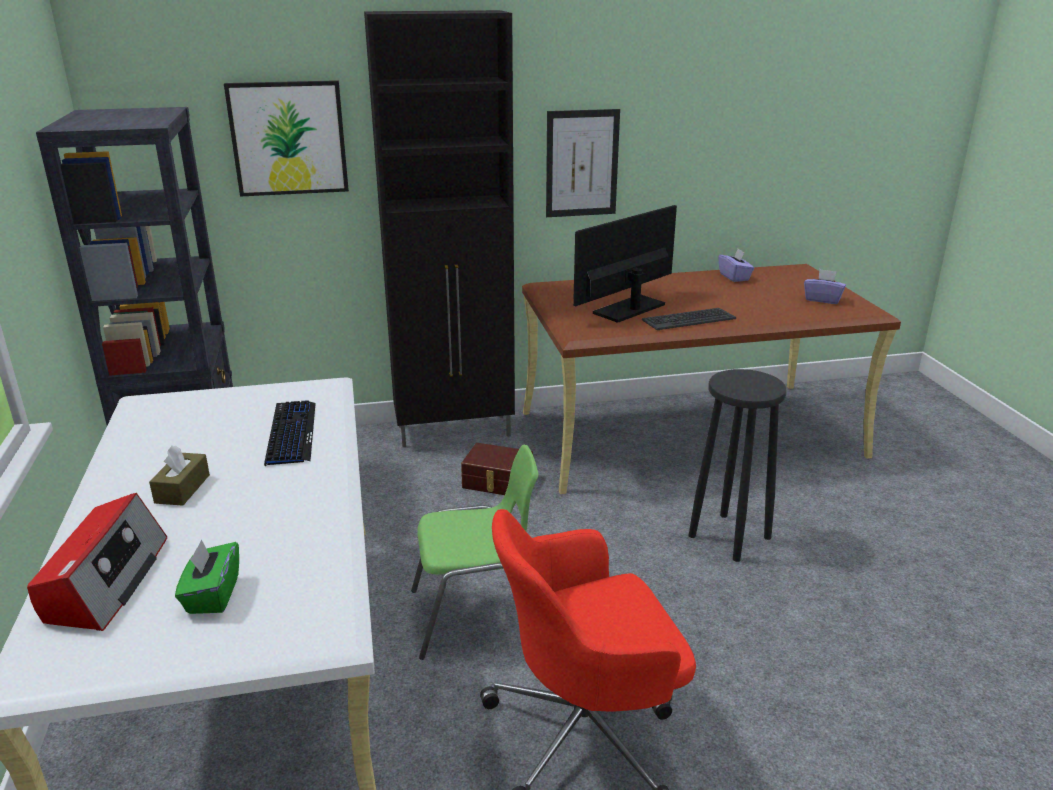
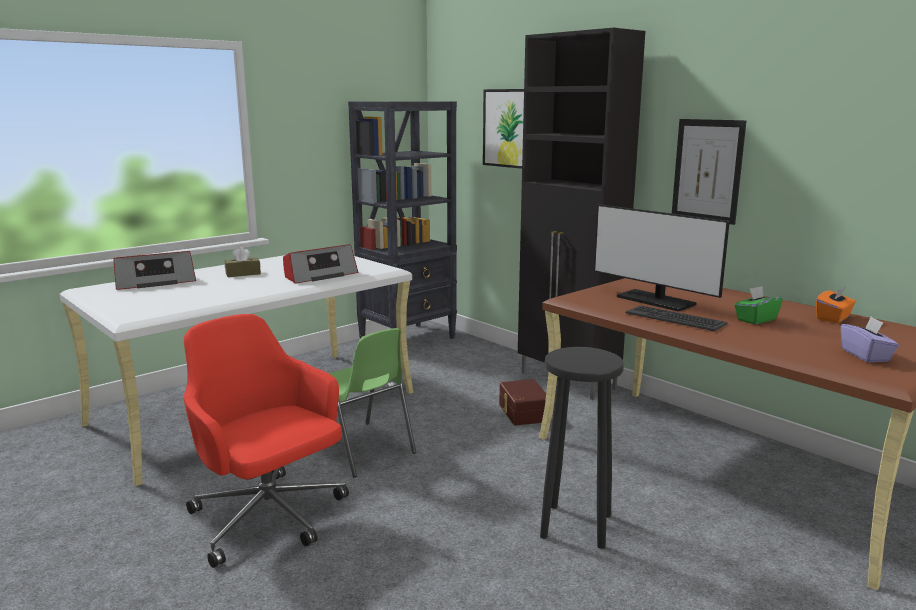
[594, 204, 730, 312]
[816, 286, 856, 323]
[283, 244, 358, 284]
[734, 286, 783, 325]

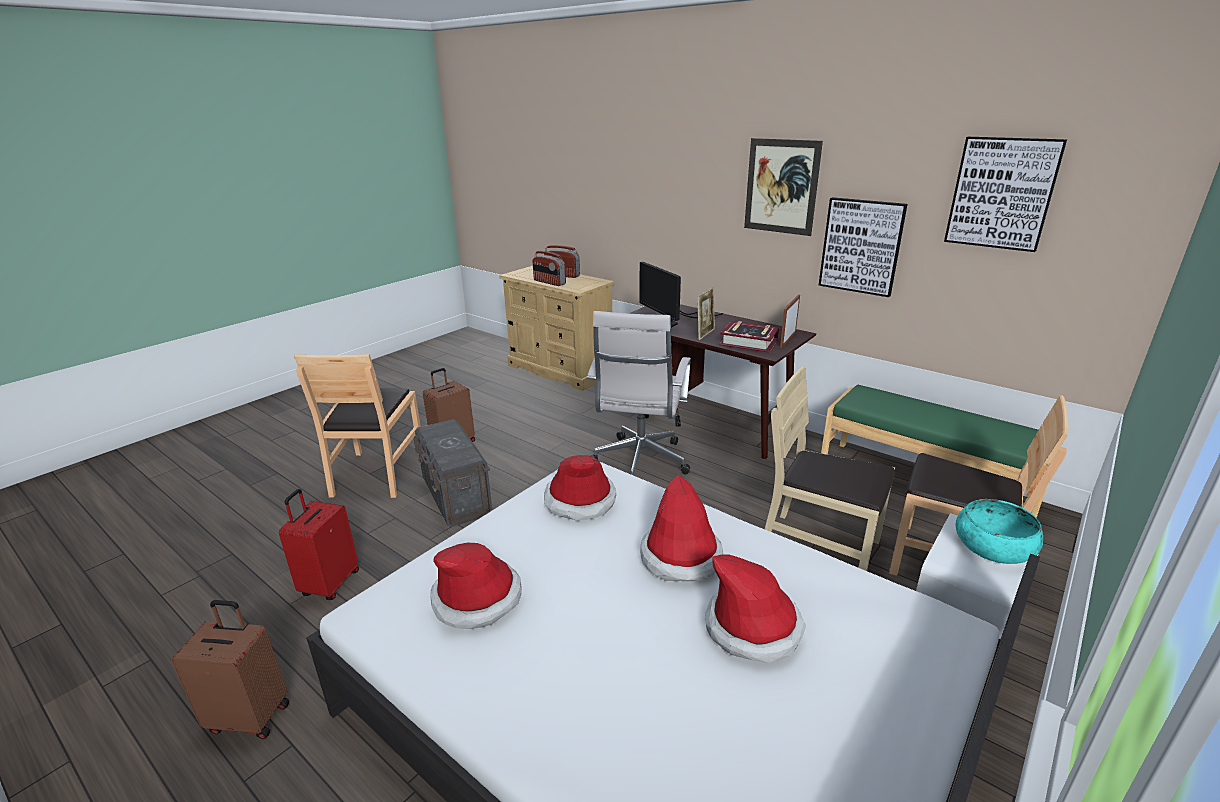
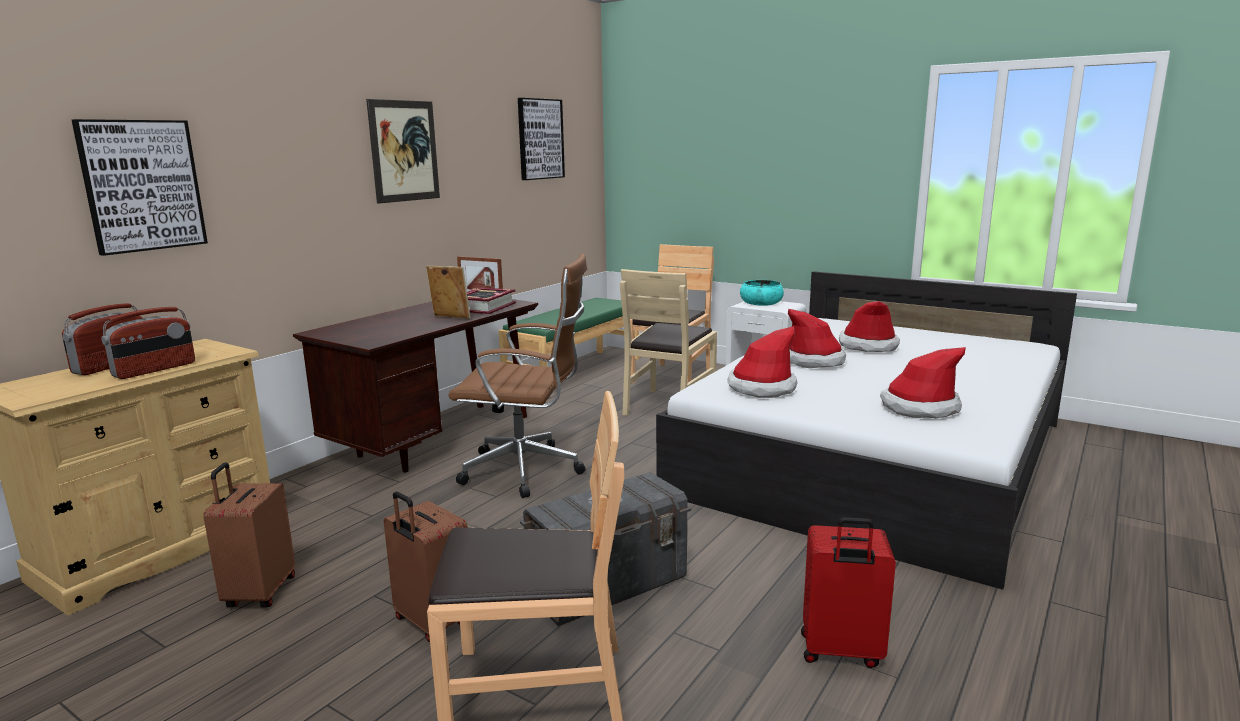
[72, 119, 208, 256]
[639, 262, 723, 327] (first image)
[448, 254, 587, 498]
[203, 463, 295, 607]

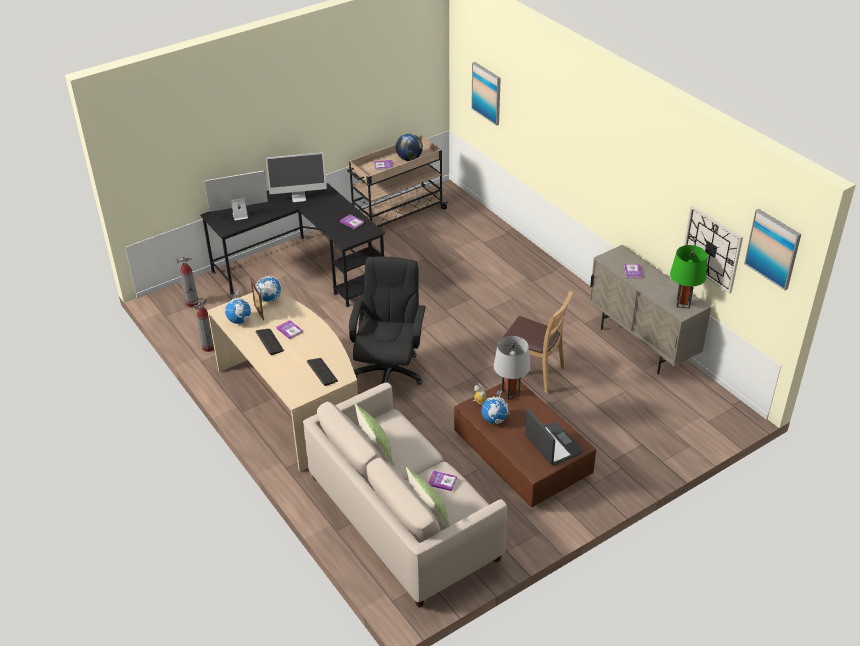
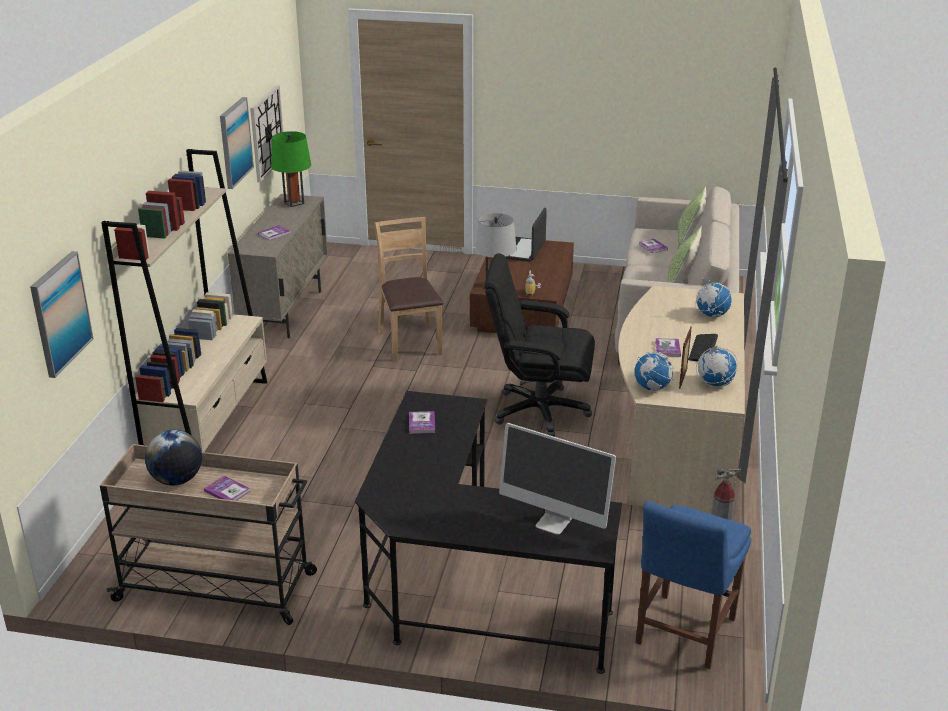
[265, 152, 327, 202] (first image)
[220, 97, 254, 189]
[636, 501, 751, 669]
[485, 253, 595, 437]
[307, 358, 338, 386] (first image)
[695, 277, 732, 318]
[101, 149, 267, 452]

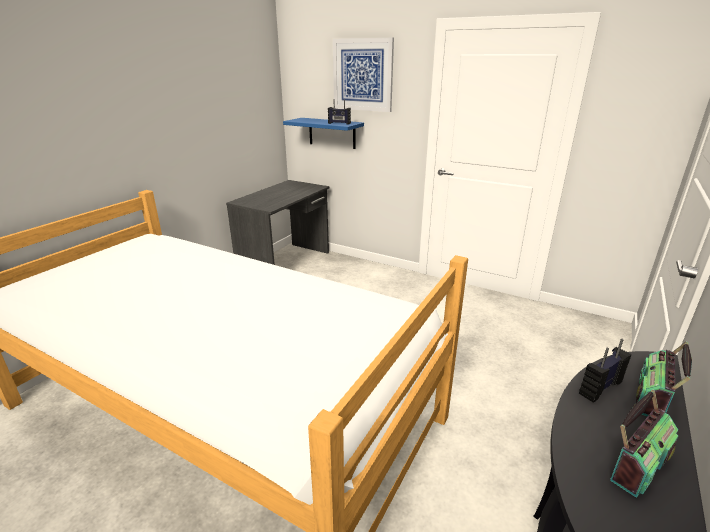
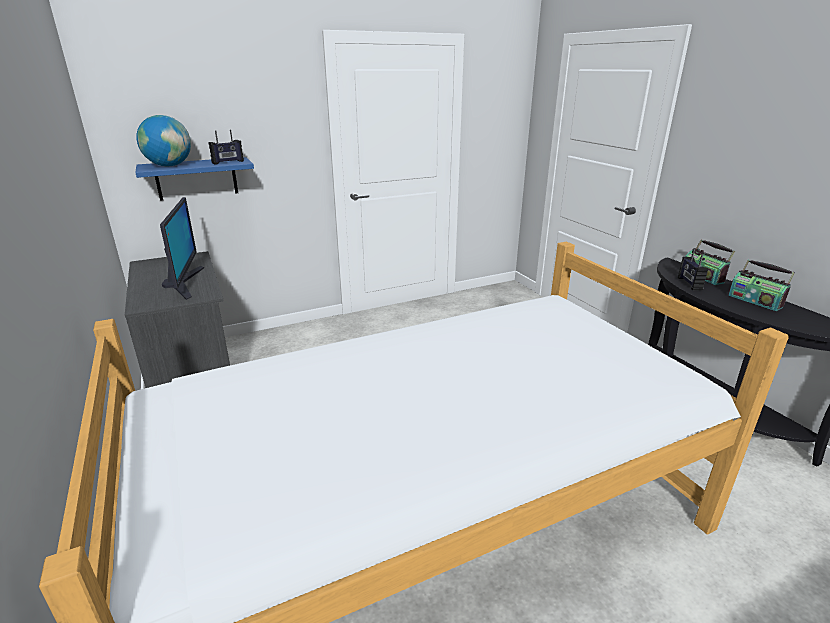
[333, 38, 394, 112] (first image)
[728, 260, 795, 311]
[136, 115, 191, 167]
[160, 197, 204, 300]

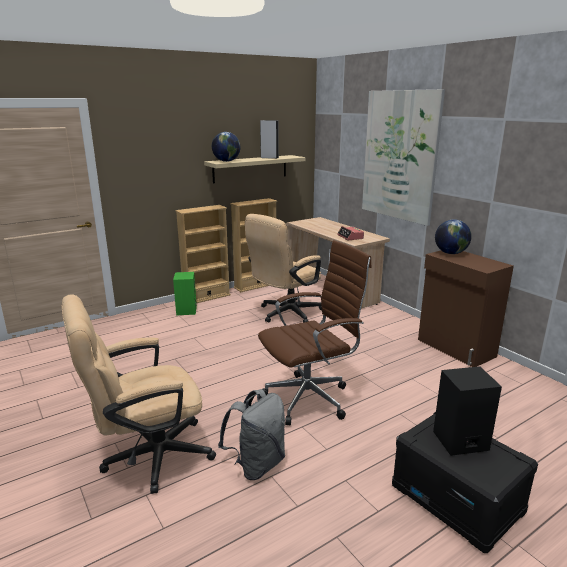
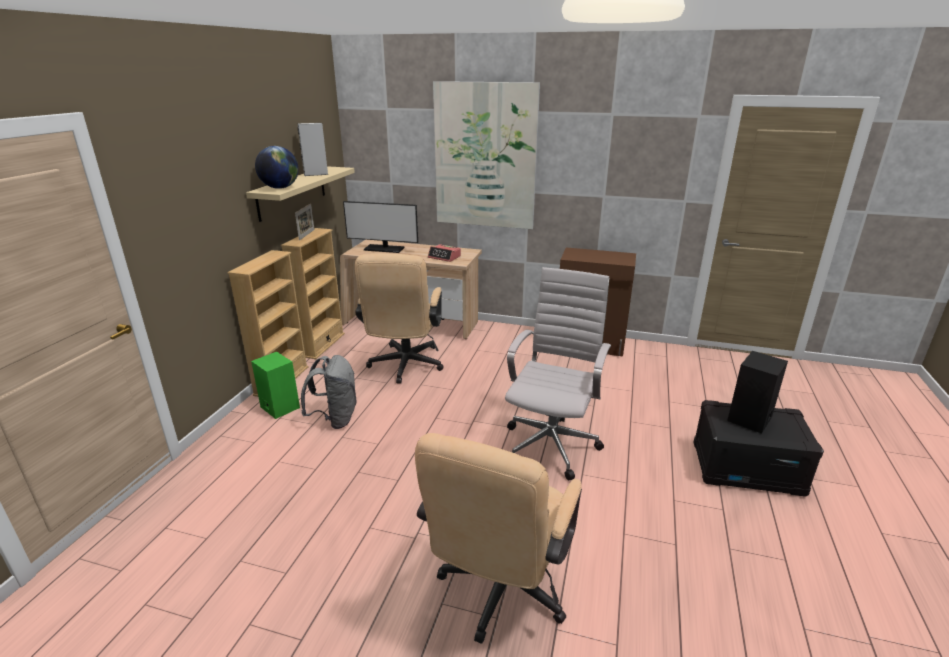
[435, 219, 472, 254] (first image)
[505, 267, 611, 480]
[301, 355, 356, 429]
[343, 201, 418, 253]
[295, 204, 315, 241]

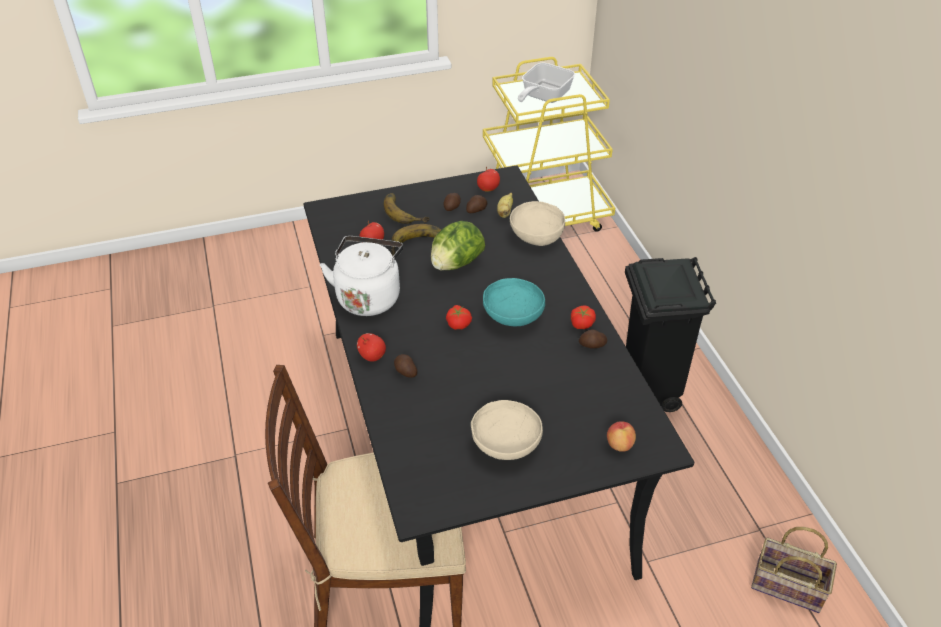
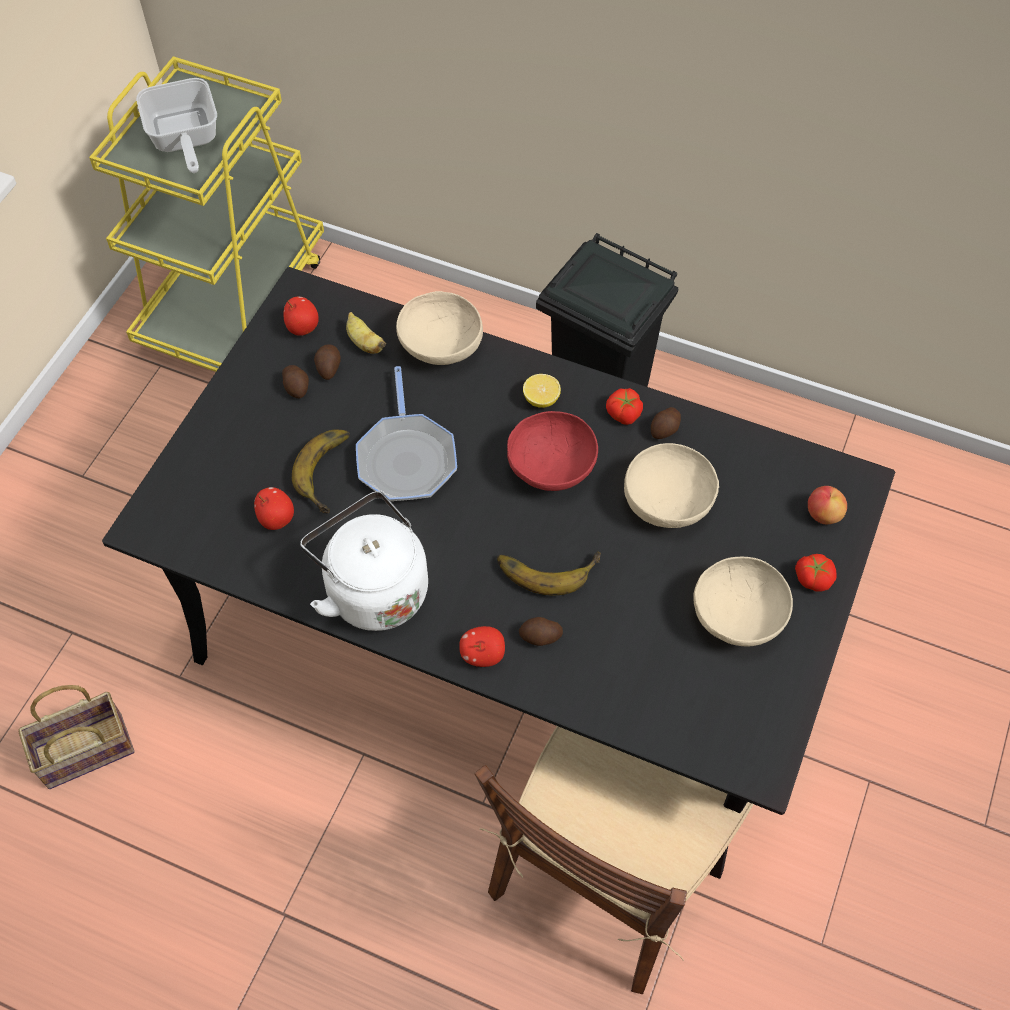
[497, 551, 601, 596]
[356, 366, 457, 501]
[507, 411, 598, 491]
[795, 554, 836, 592]
[18, 685, 134, 789]
[523, 374, 561, 408]
[624, 443, 719, 528]

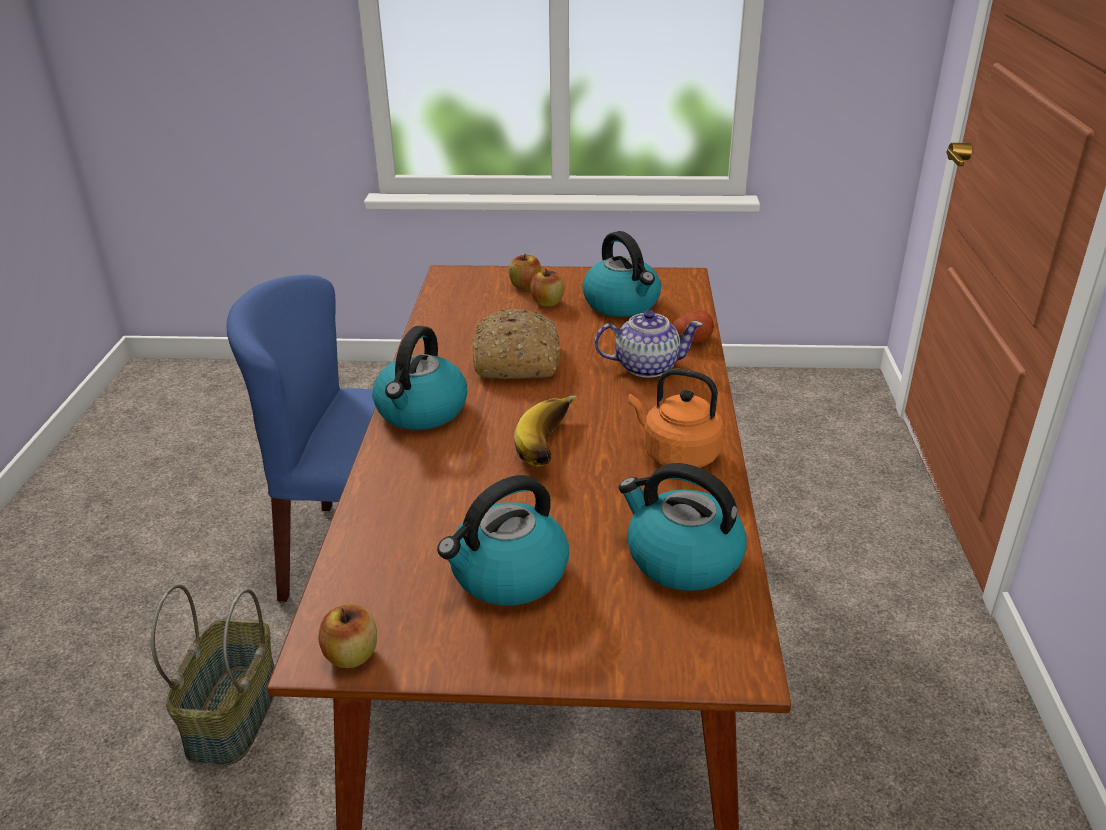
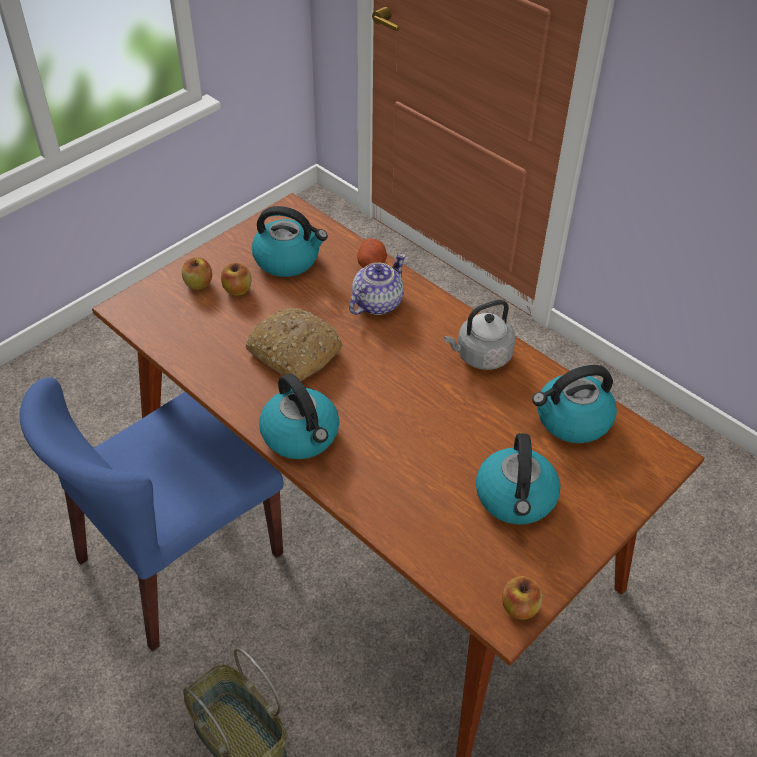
[444, 300, 515, 370]
[514, 396, 577, 467] (first image)

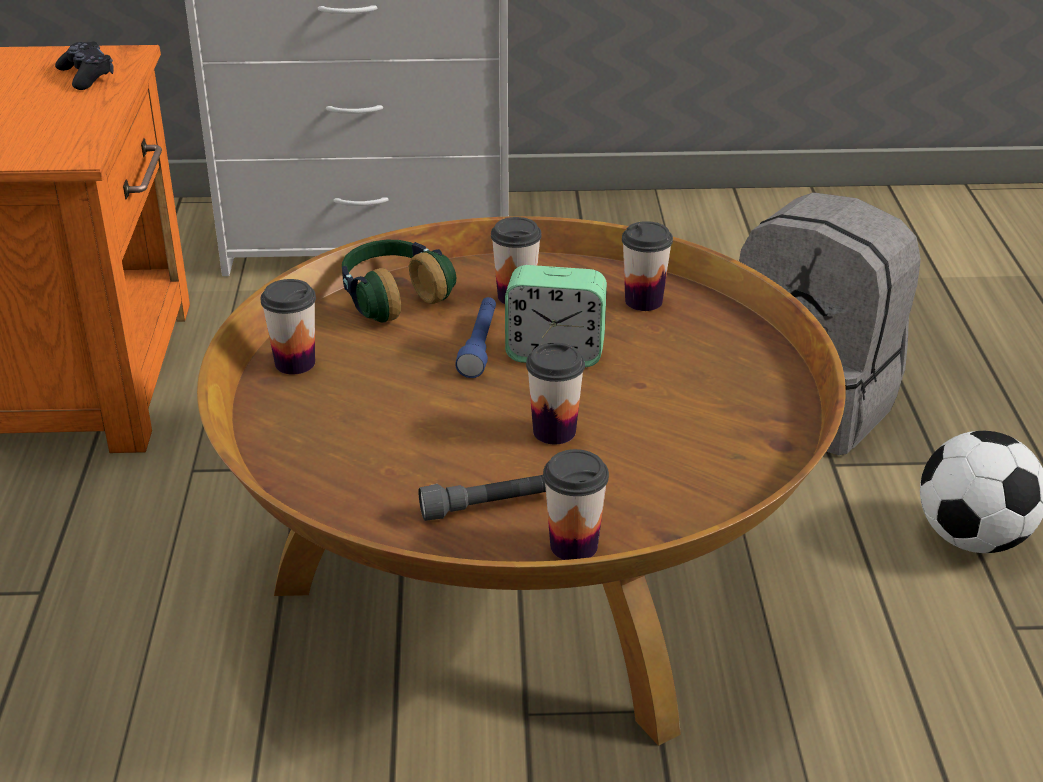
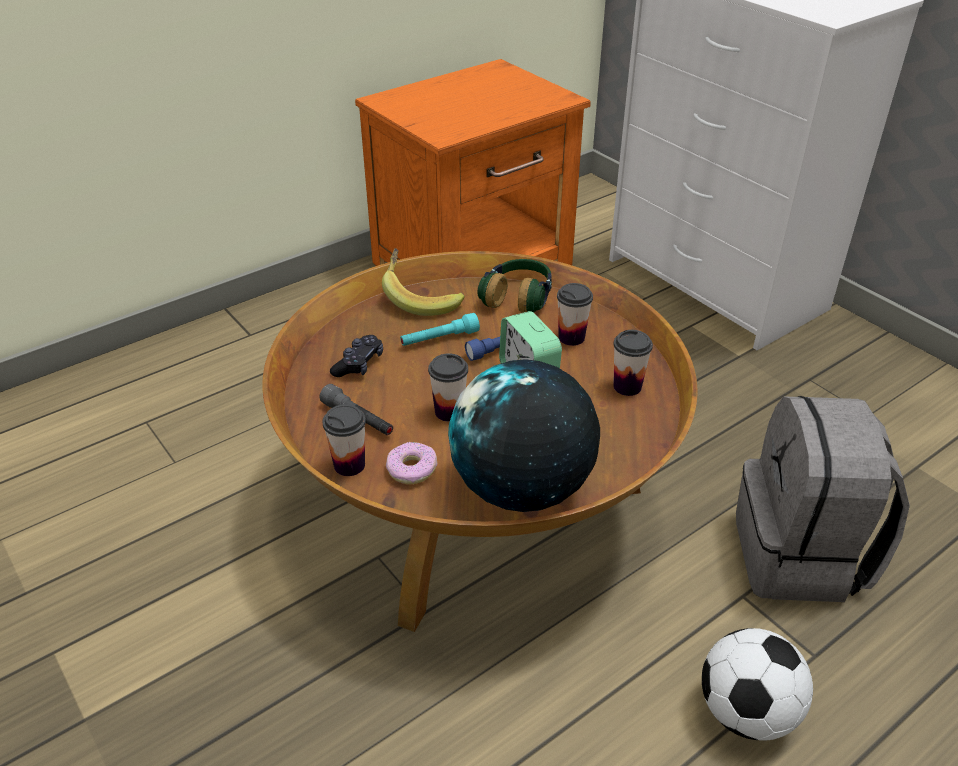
[330, 335, 383, 377]
[382, 248, 465, 316]
[400, 313, 480, 346]
[448, 359, 600, 512]
[386, 442, 437, 484]

